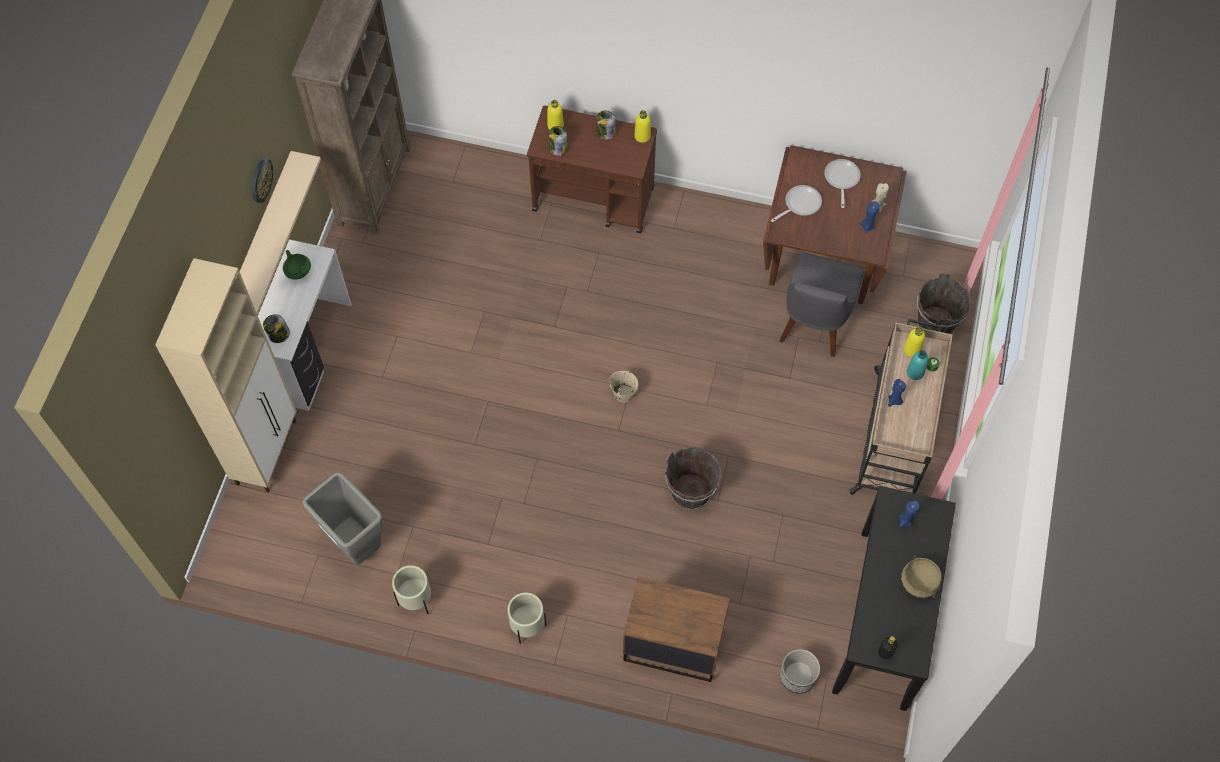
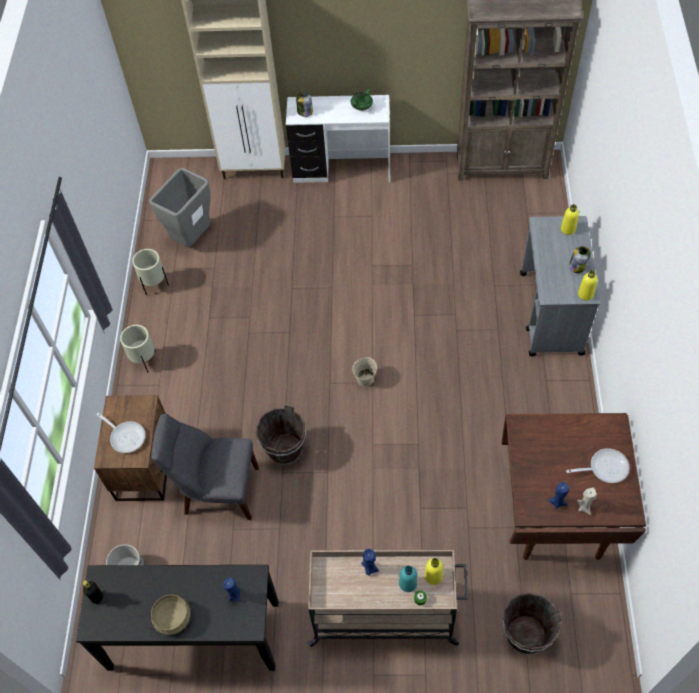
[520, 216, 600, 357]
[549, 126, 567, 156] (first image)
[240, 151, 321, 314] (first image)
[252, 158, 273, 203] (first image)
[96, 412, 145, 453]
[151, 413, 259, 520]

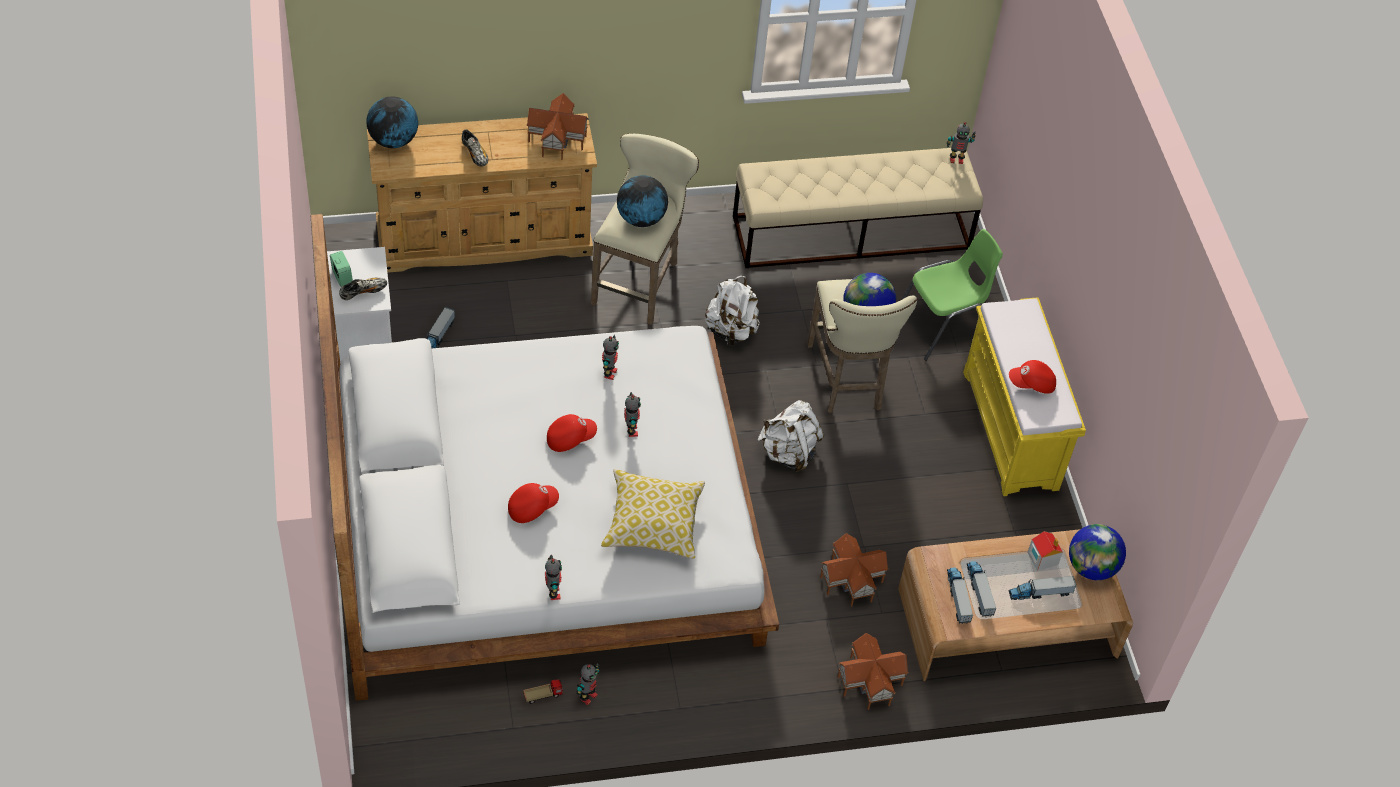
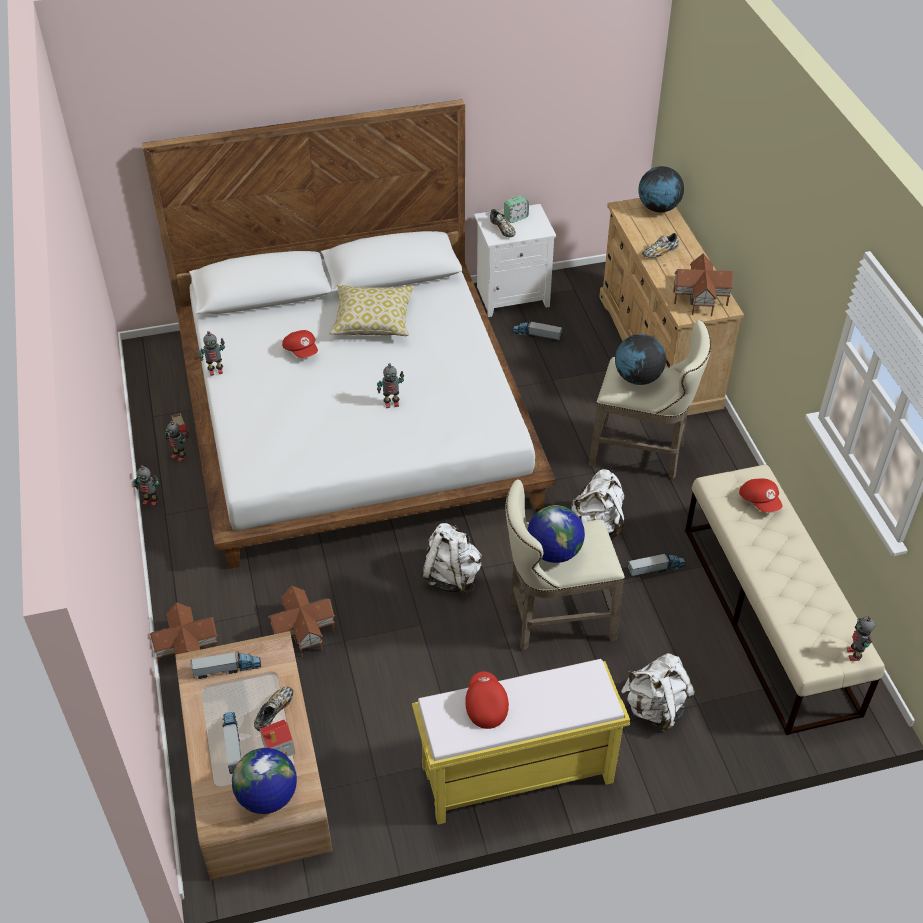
[621, 653, 695, 731]
[133, 465, 159, 506]
[739, 479, 782, 513]
[330, 285, 414, 336]
[628, 552, 686, 578]
[254, 687, 293, 731]

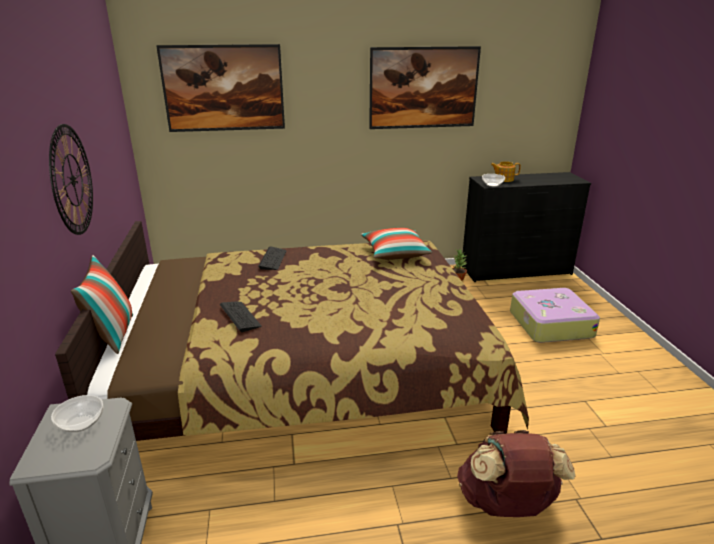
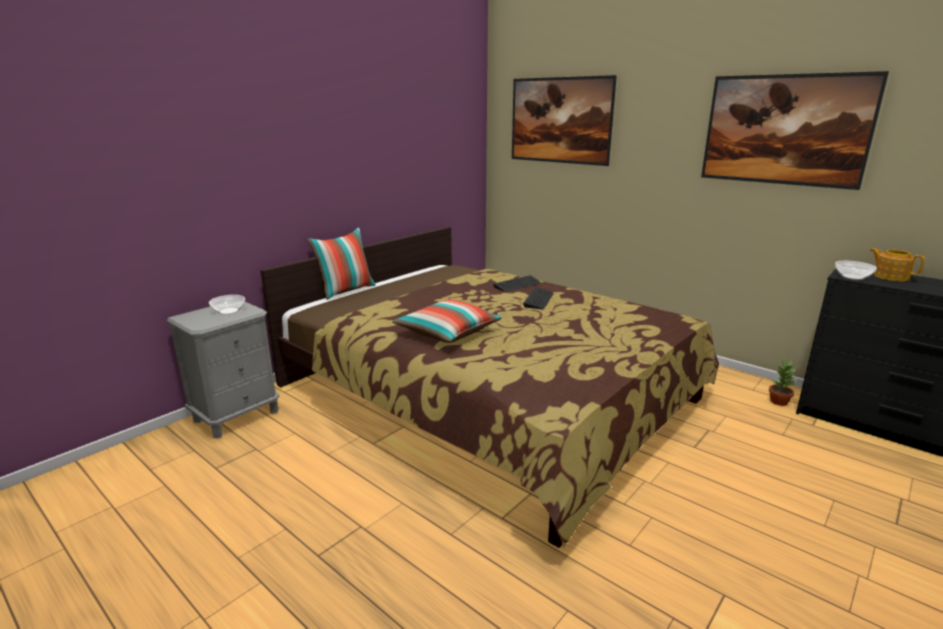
[49, 124, 93, 235] (first image)
[392, 300, 502, 343]
[510, 288, 600, 343] (first image)
[523, 287, 554, 309]
[457, 430, 575, 517] (first image)

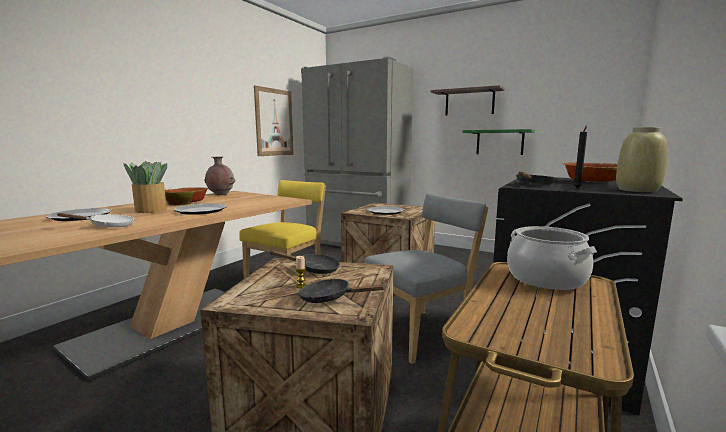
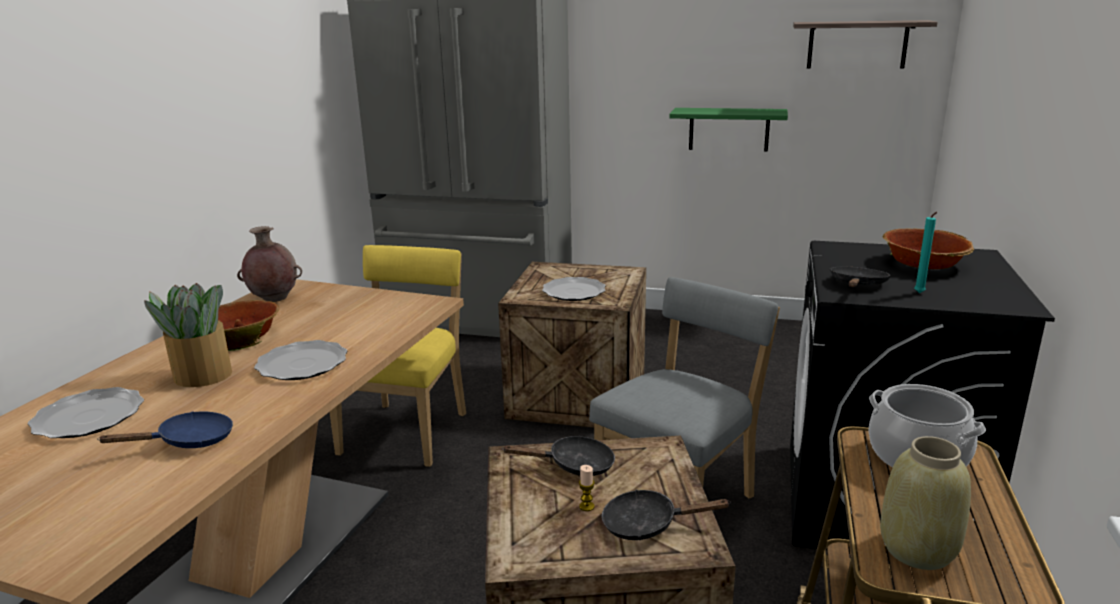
[793, 20, 938, 69]
[254, 86, 294, 156] (first image)
[914, 212, 937, 293]
[880, 436, 971, 570]
[97, 411, 233, 448]

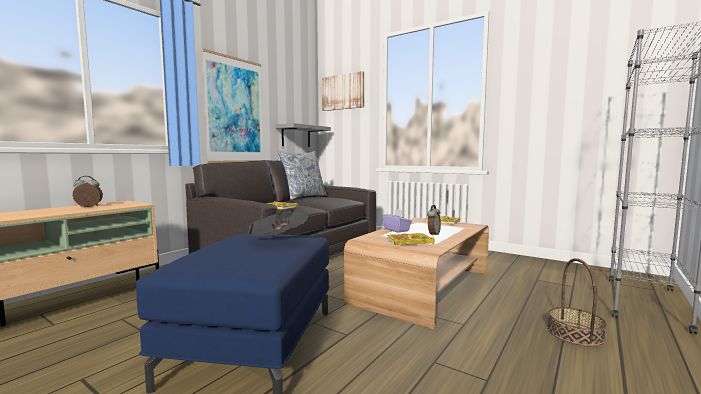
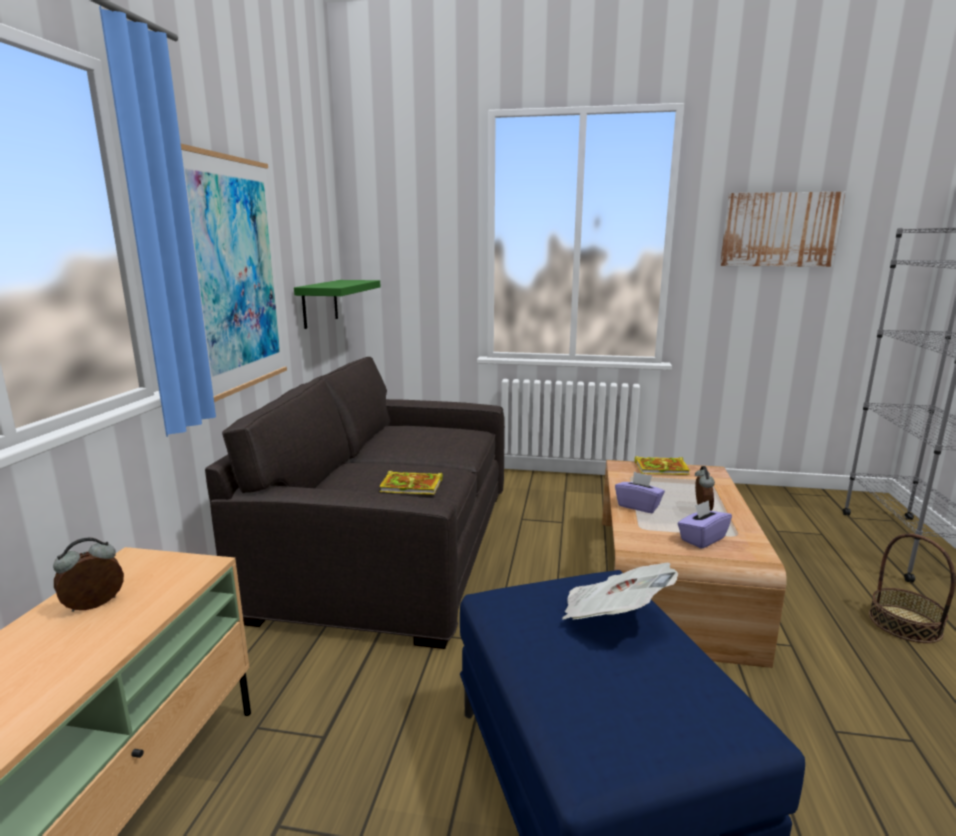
[720, 192, 845, 267]
[294, 280, 381, 329]
[278, 151, 328, 200] (first image)
[678, 500, 732, 549]

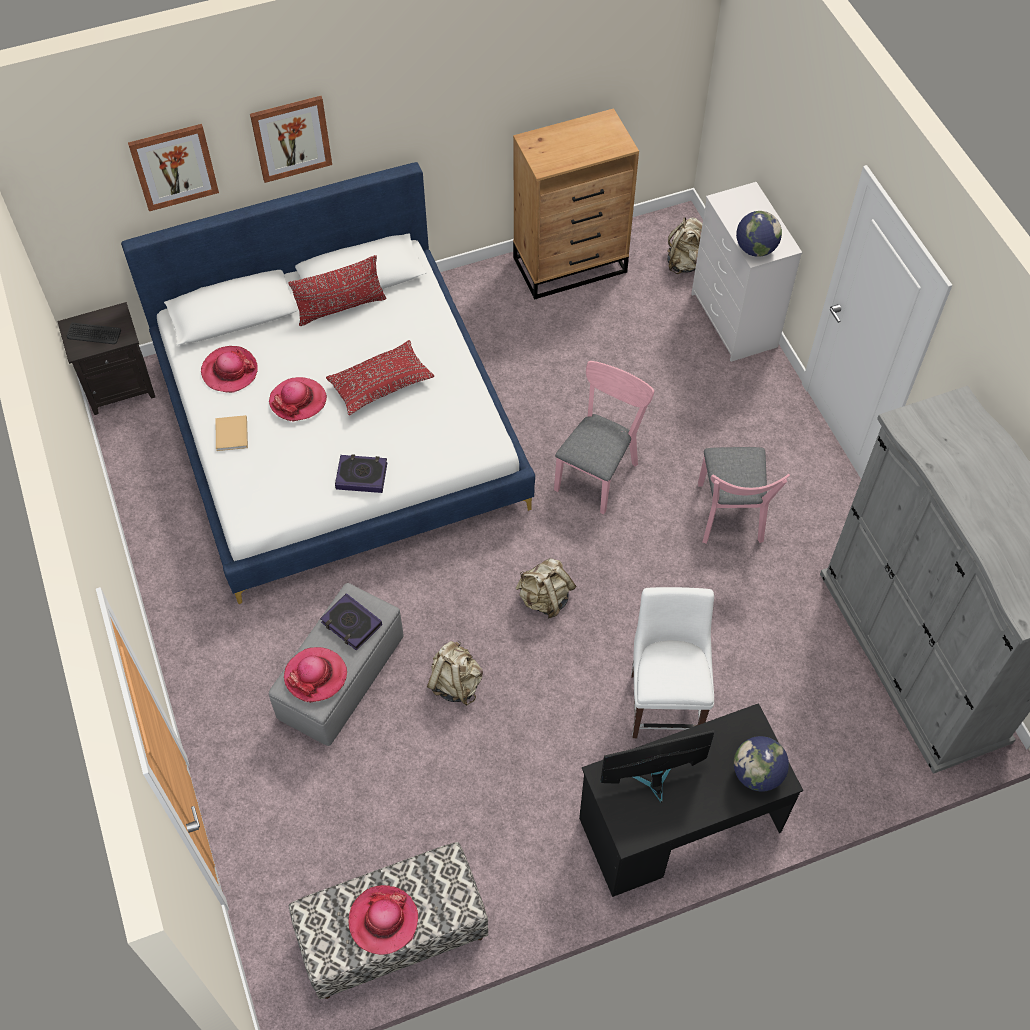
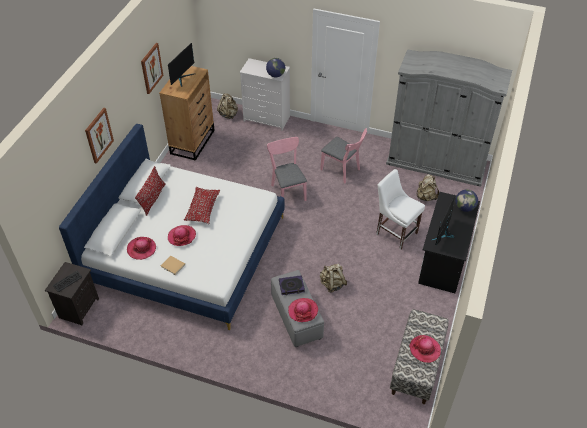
[141, 43, 163, 94]
[335, 454, 388, 493] (first image)
[416, 174, 439, 201]
[168, 43, 195, 87]

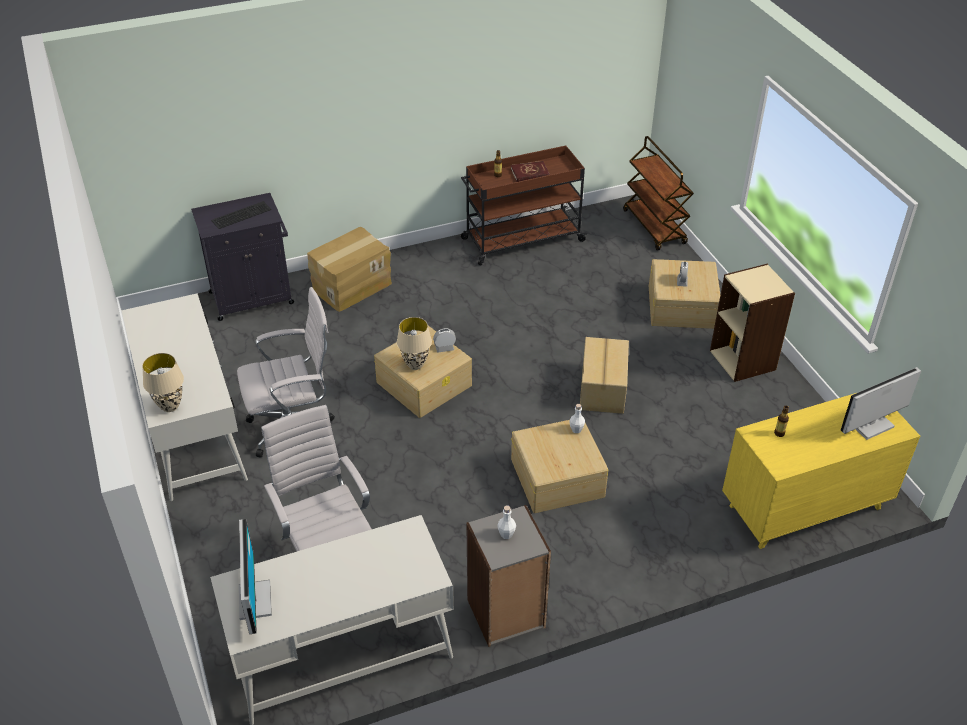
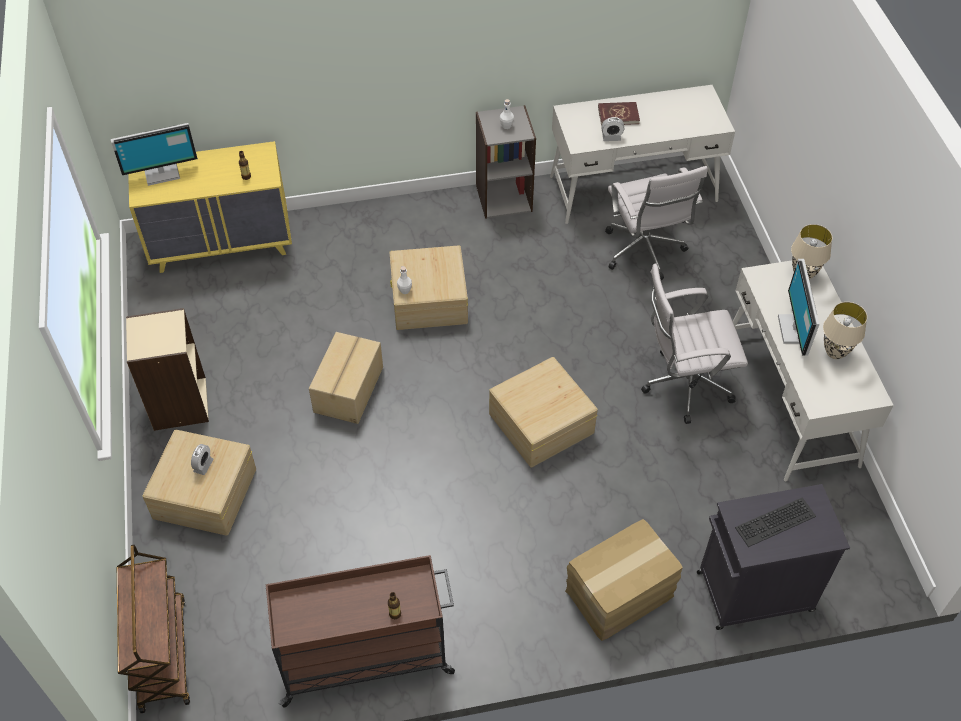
[598, 102, 640, 126]
[823, 302, 867, 359]
[601, 117, 624, 141]
[778, 259, 820, 356]

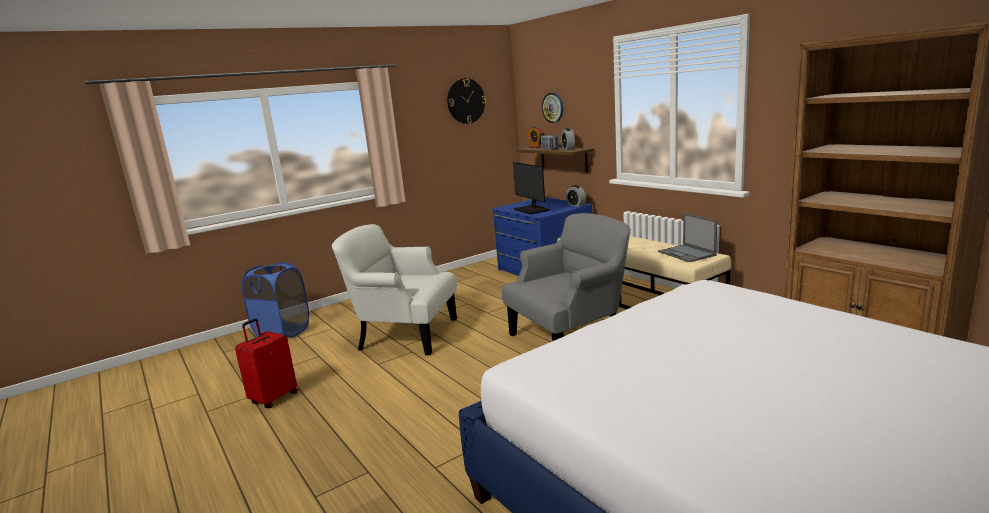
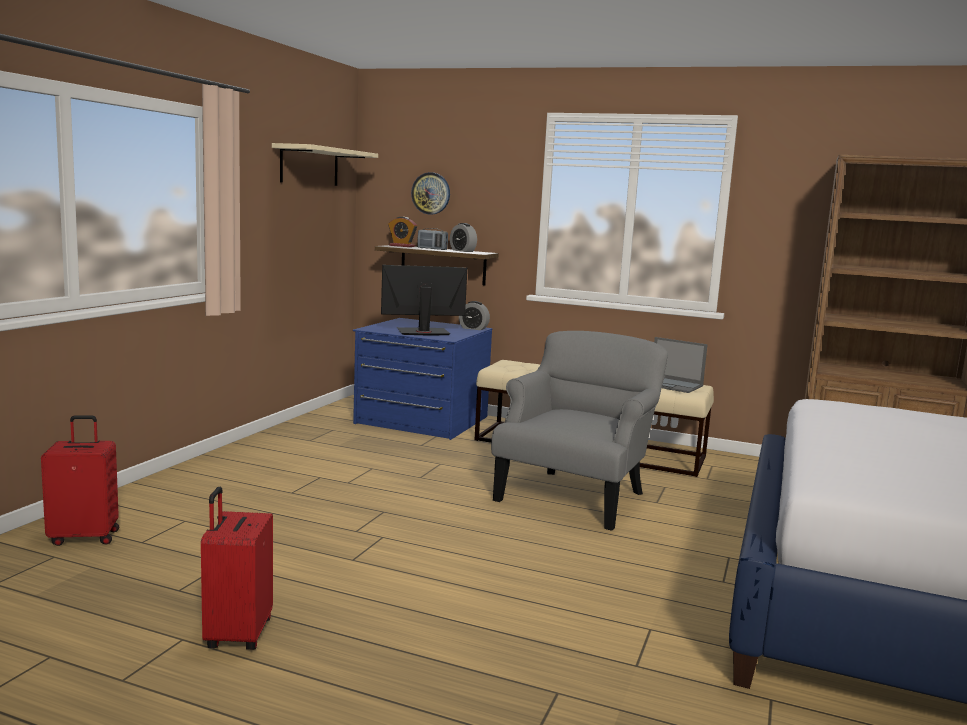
[272, 143, 378, 186]
[381, 265, 467, 335]
[332, 224, 457, 355] (first image)
[41, 415, 119, 546]

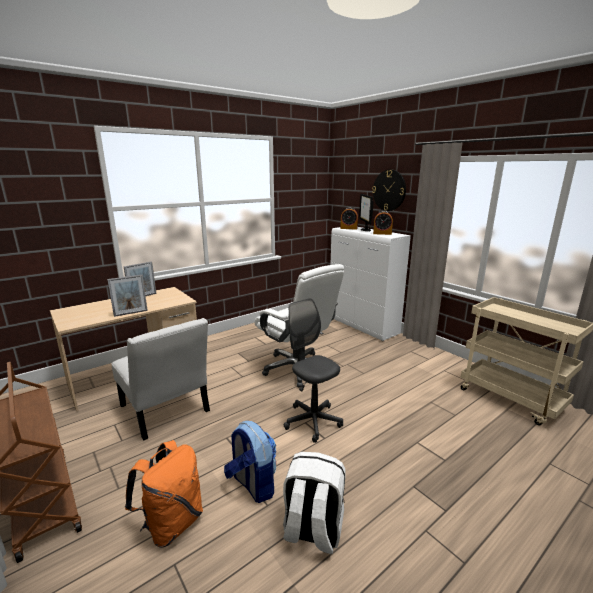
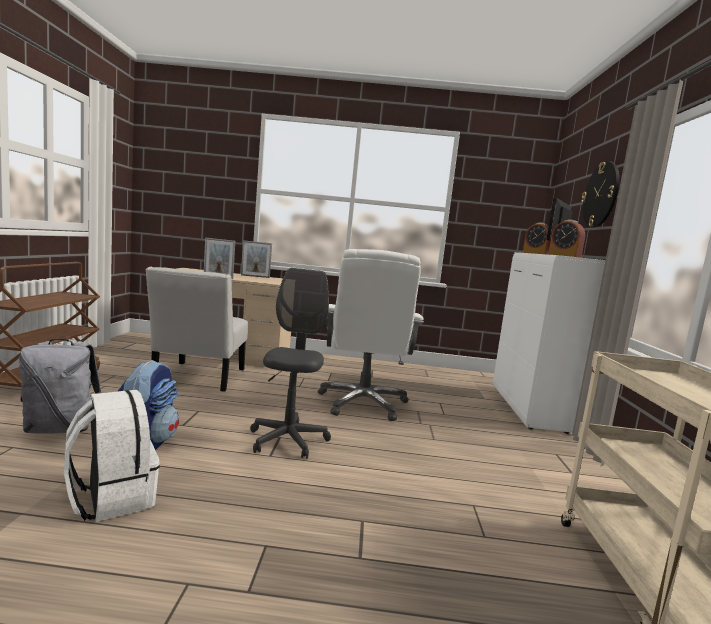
[19, 339, 101, 434]

